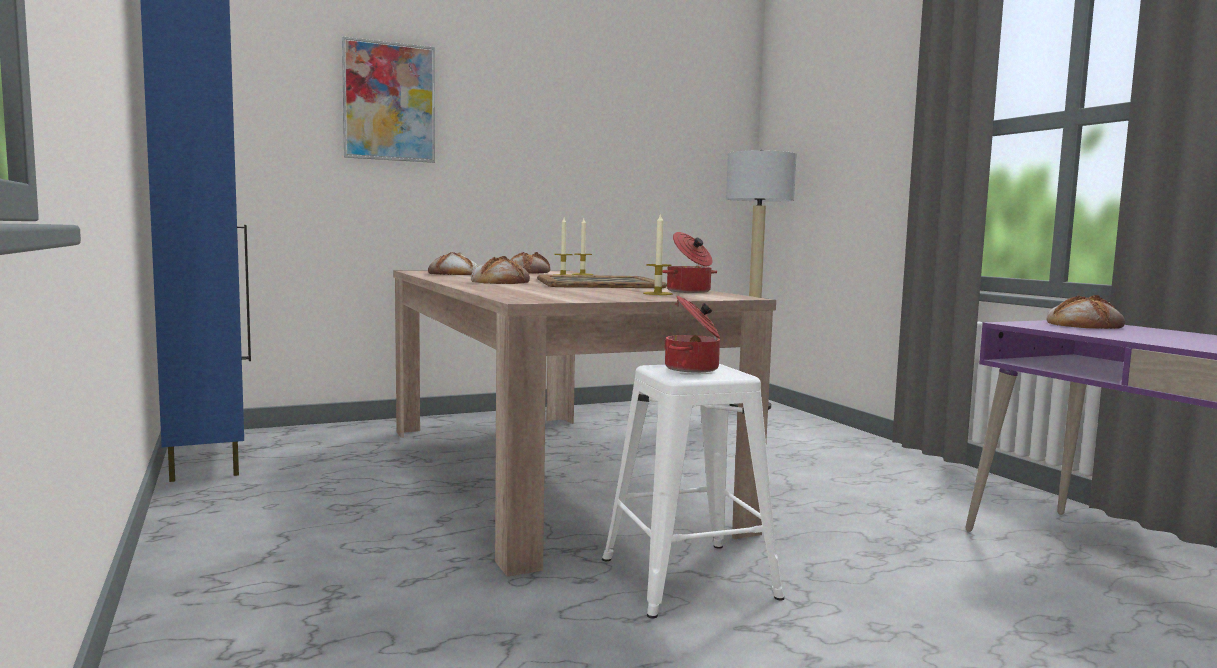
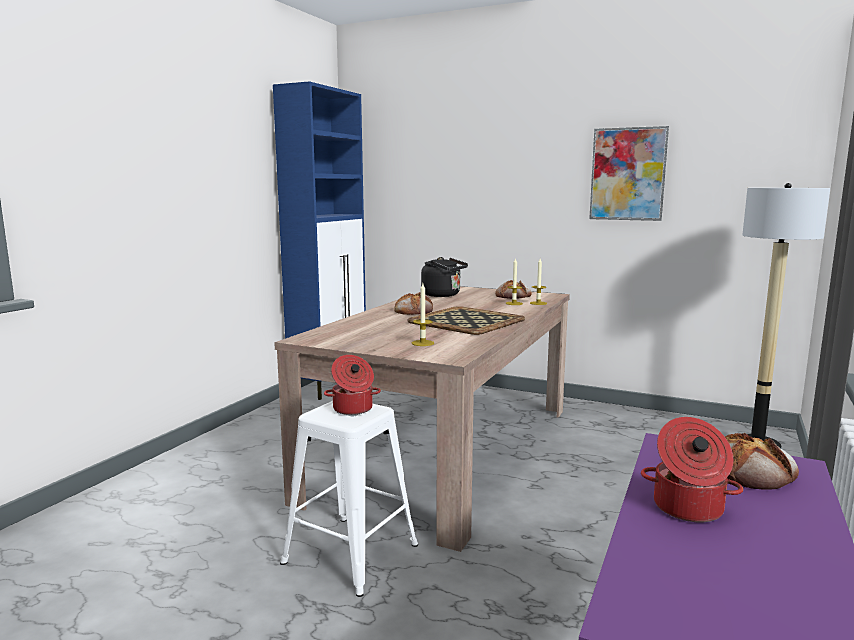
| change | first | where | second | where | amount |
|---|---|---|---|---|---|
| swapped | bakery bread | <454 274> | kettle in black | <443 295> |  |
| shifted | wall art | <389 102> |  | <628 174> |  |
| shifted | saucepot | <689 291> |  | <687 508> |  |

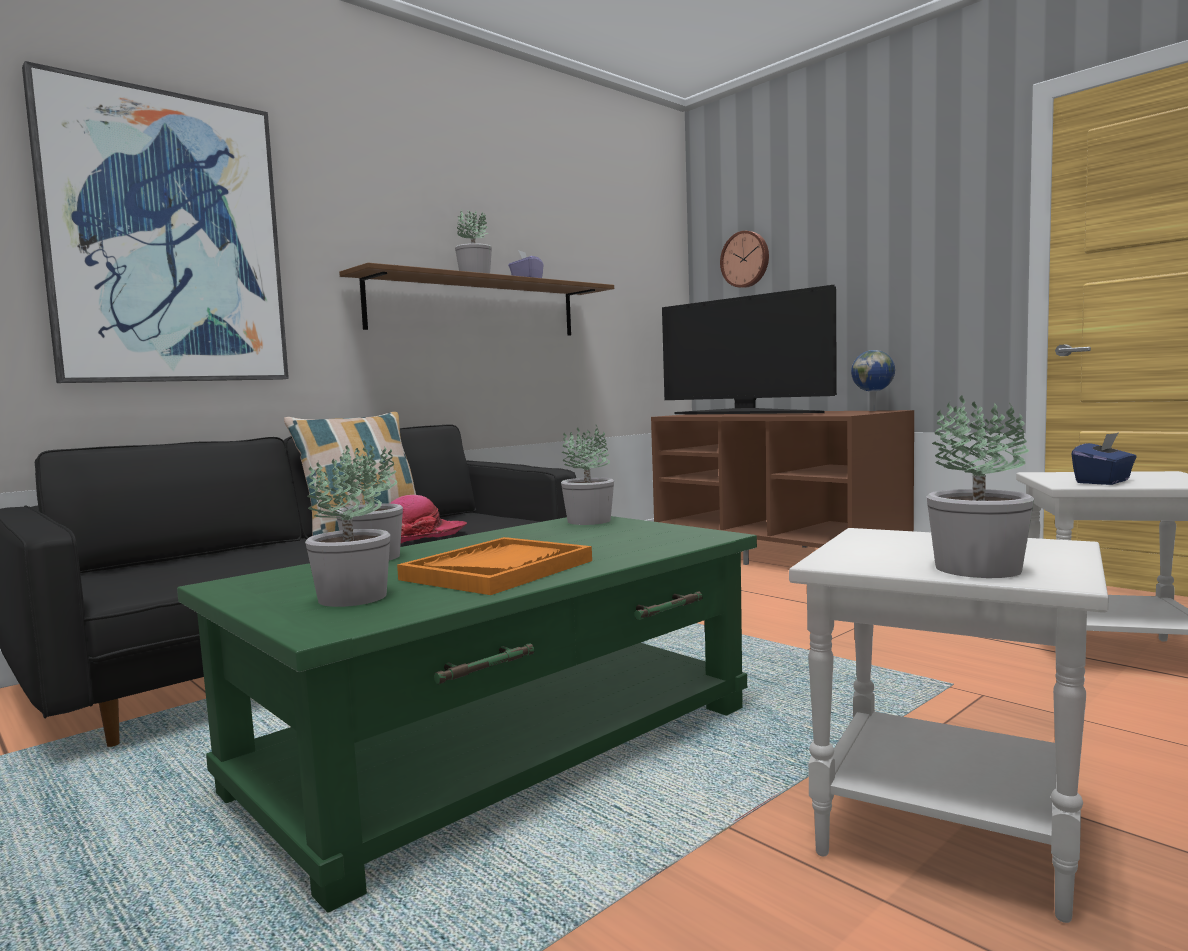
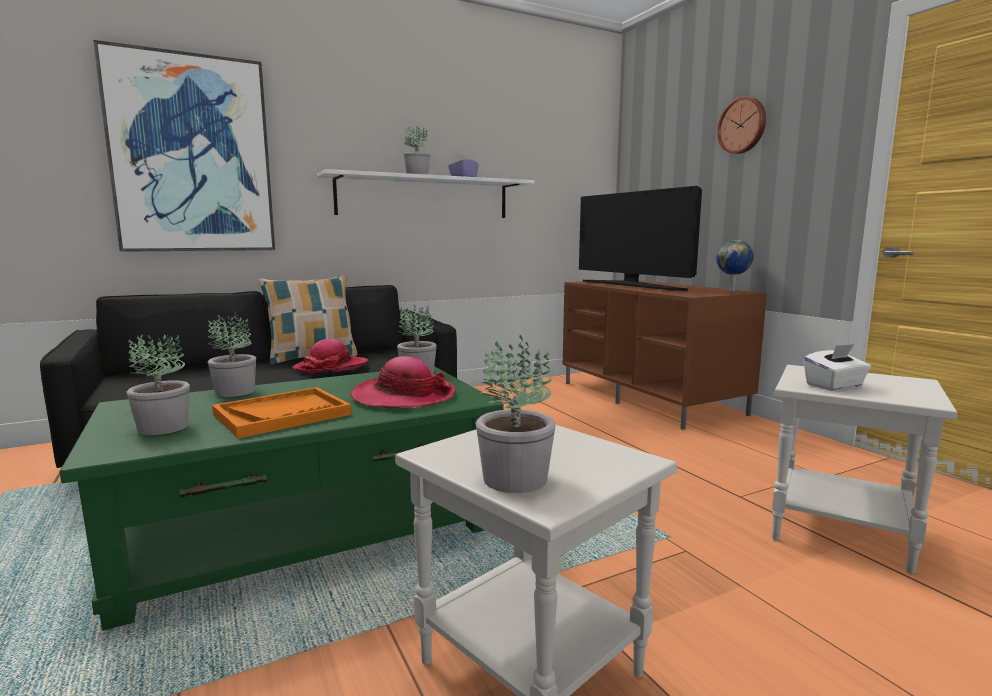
| change | first | where | second | where | amount |
|---|---|---|---|---|---|
| repainted | wall shelf in brown-coloured | <476 307> | wall shelf in whitish | <425 197> |  |
| new |  |  | hat | <404 396> |  |
| shifted | hanging clock | <746 259> |  | <743 126> |  |
| repainted | tissue holder in blue-coloured | <1103 482> | tissue holder in whitish | <834 386> |  |

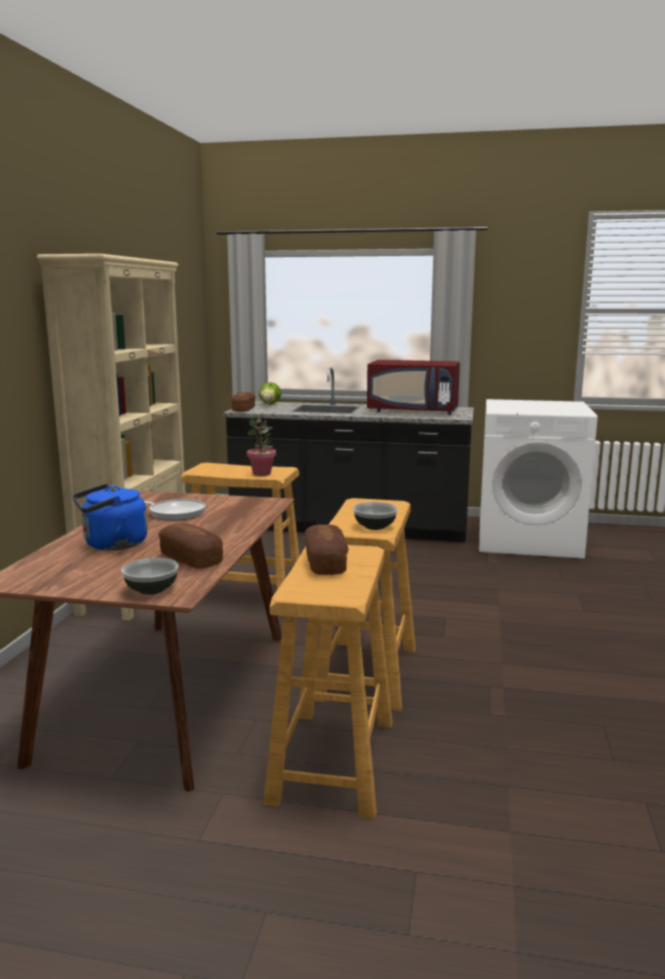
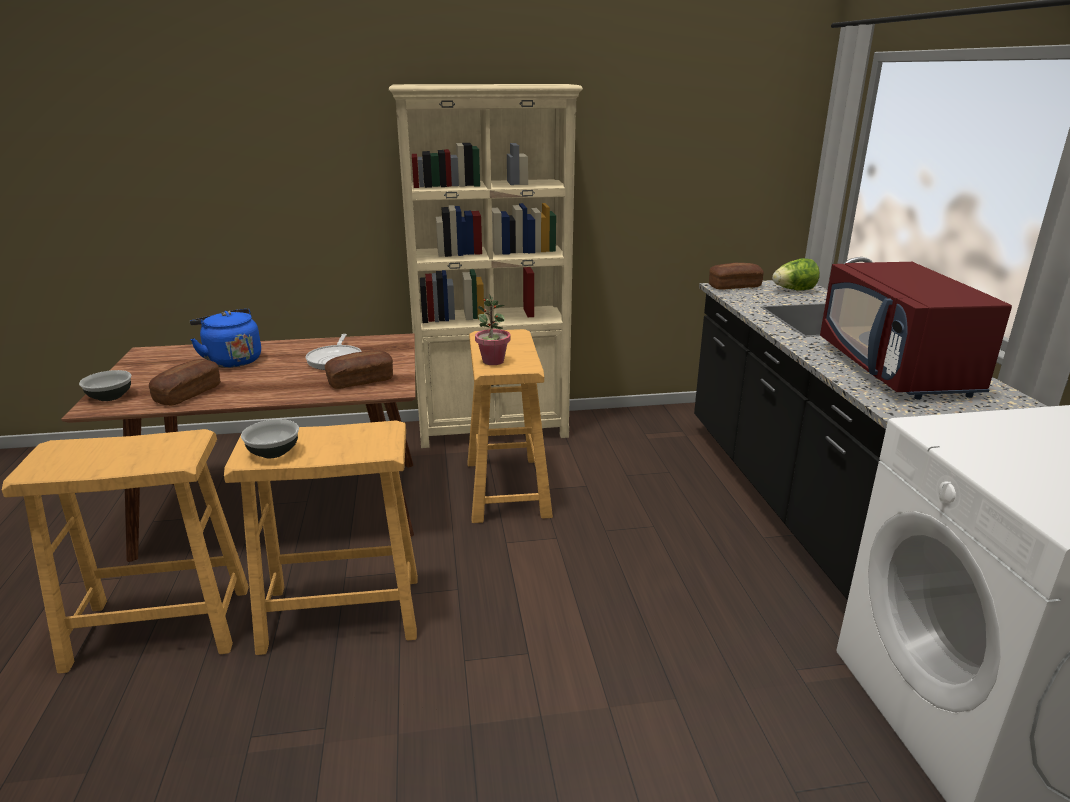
| change | first | where | second | where | amount |
|---|---|---|---|---|---|
| shifted | bakery bread | <325 563> |  | <361 381> |  |

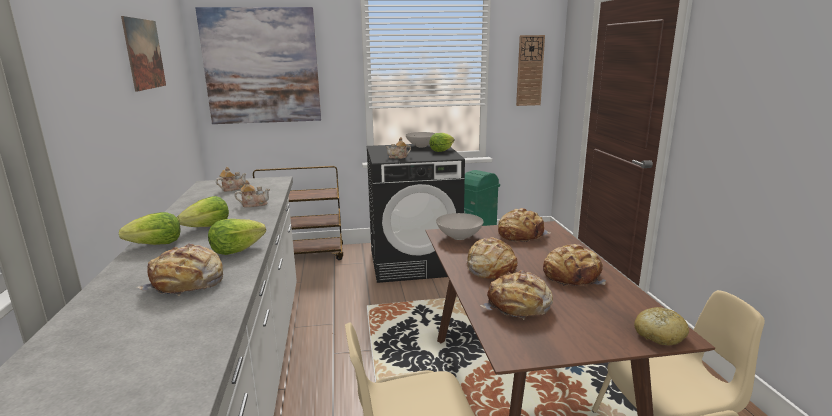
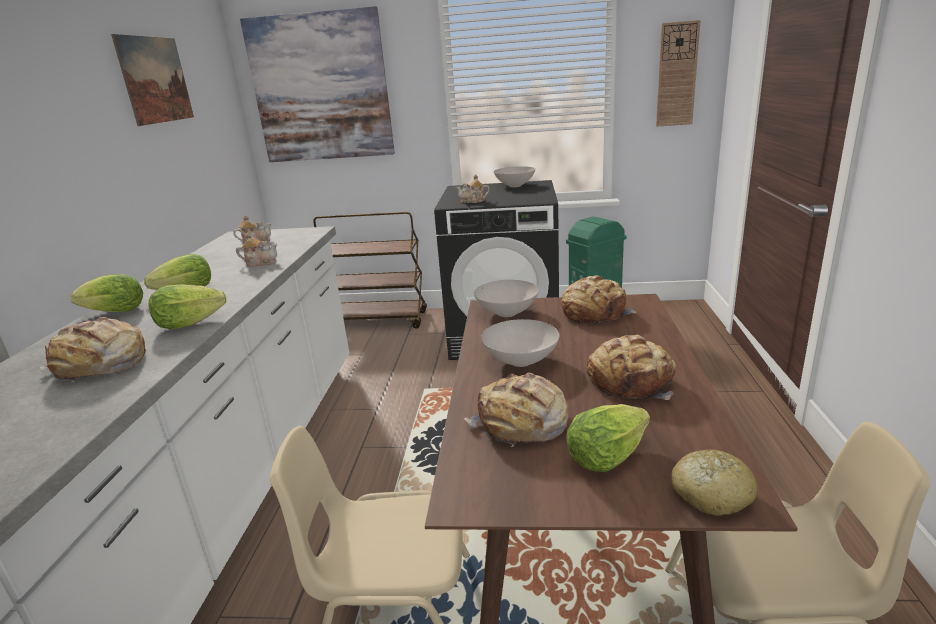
| change | first | where | second | where | amount |
|---|---|---|---|---|---|
| swapped | bakery bread | <490 268> | deep dish in whitish | <520 361> |  |
| shifted | lettuce head | <441 151> |  | <605 457> |  |

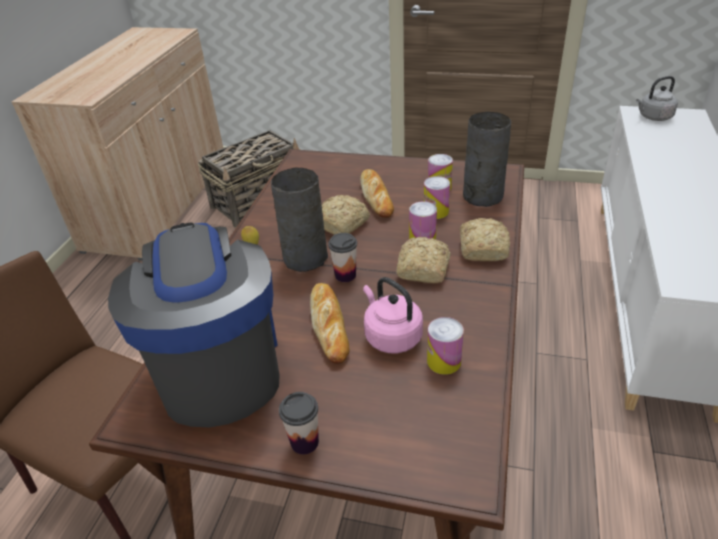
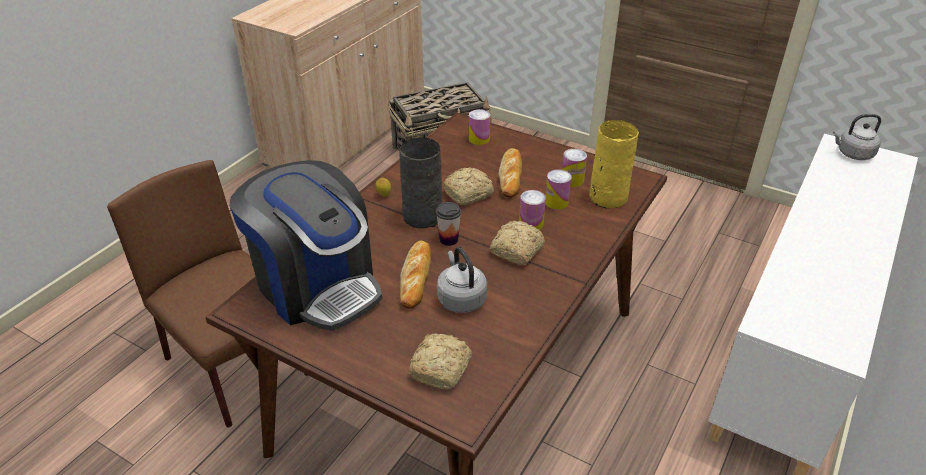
| change | first | where | second | where | amount |
|---|---|---|---|---|---|
| rotated | coffee brewer | <218 365> |  | <317 285> | 135 degrees clockwise |
| shifted | bakery bread | <484 248> |  | <442 368> |  |
| repainted | kettle in pink-coloured | <391 336> | kettle in gray | <460 298> |  |
| shifted | metal can | <444 361> |  | <479 139> |  |
| repainted | vase in gray | <481 196> | vase in yellow | <606 197> |  |
| gone | drinking cup | <304 442> |  |  |  |

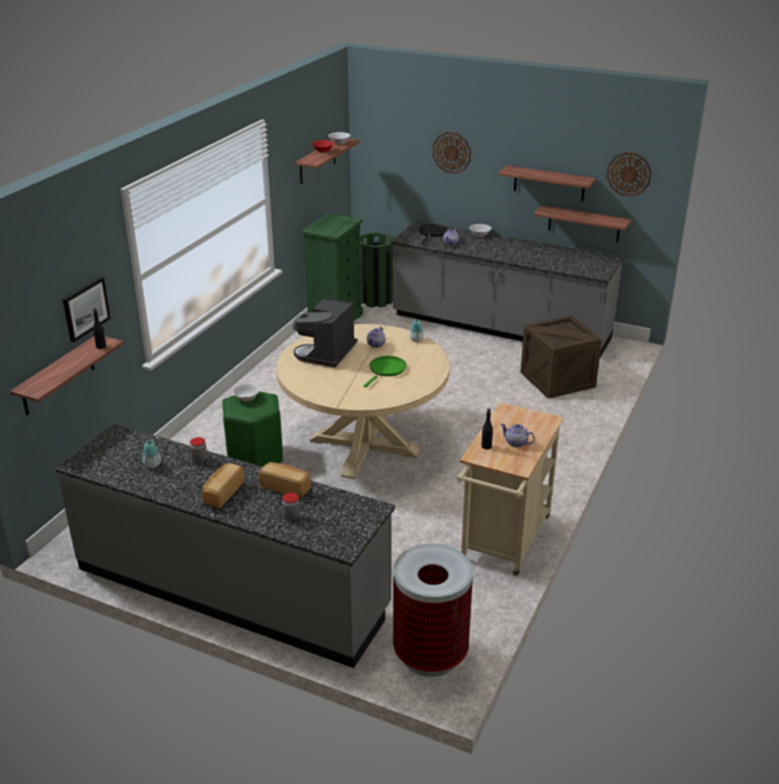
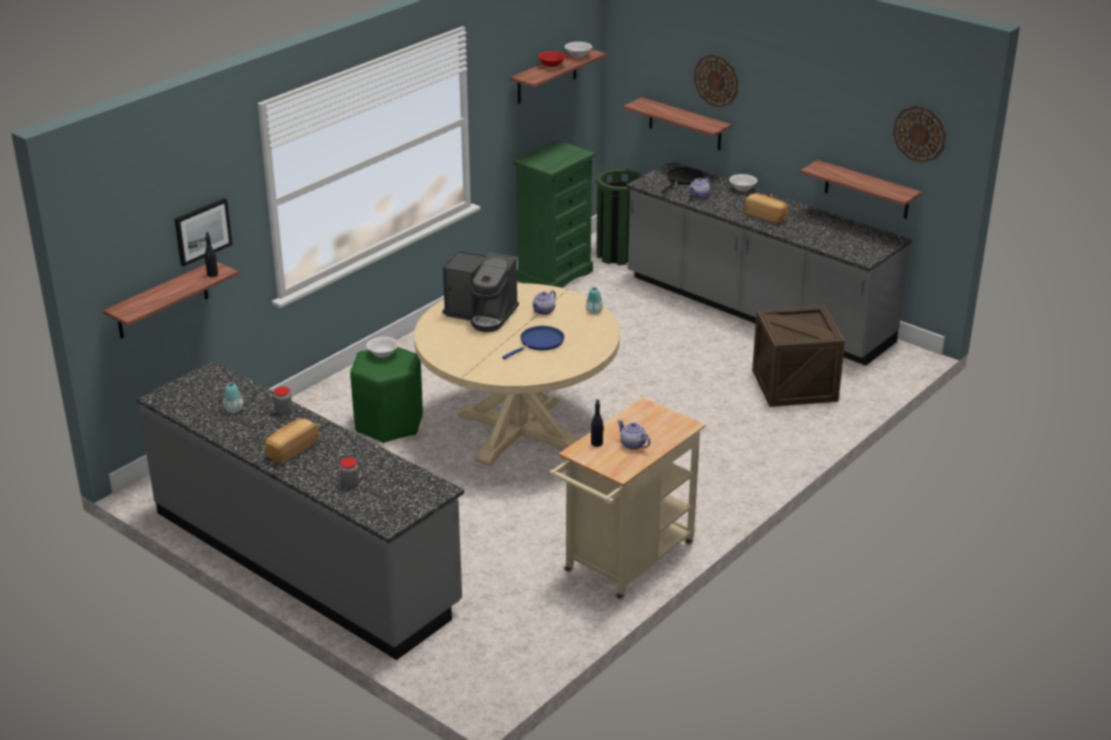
| change | first | where | second | where | amount |
|---|---|---|---|---|---|
| rotated | coffee brewer | <327 354> |  | <481 314> | 105 degrees counterclockwise |
| repainted | skillet in green | <386 370> | skillet in blue-coloured | <539 342> |  |
| shifted | wall shelf | <549 183> |  | <685 124> |  |
| shifted | bakery bread | <286 488> |  | <765 216> |  |
| gone | trash can | <430 654> |  |  |  |

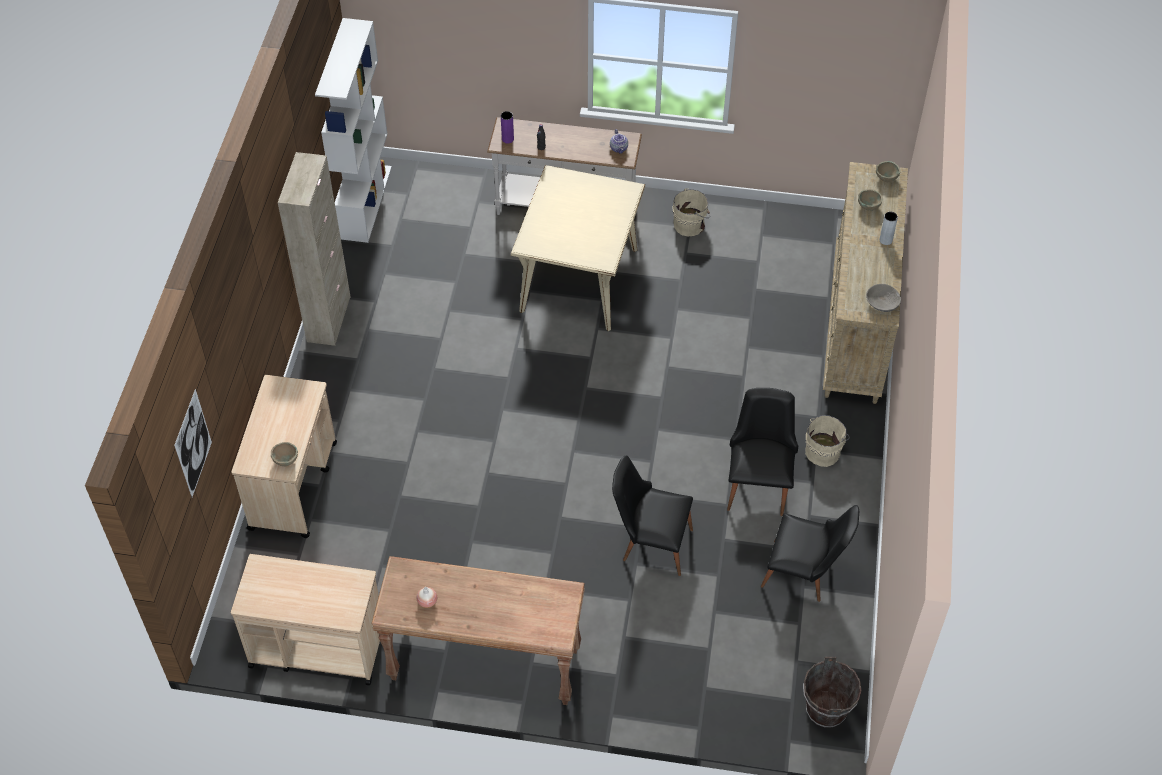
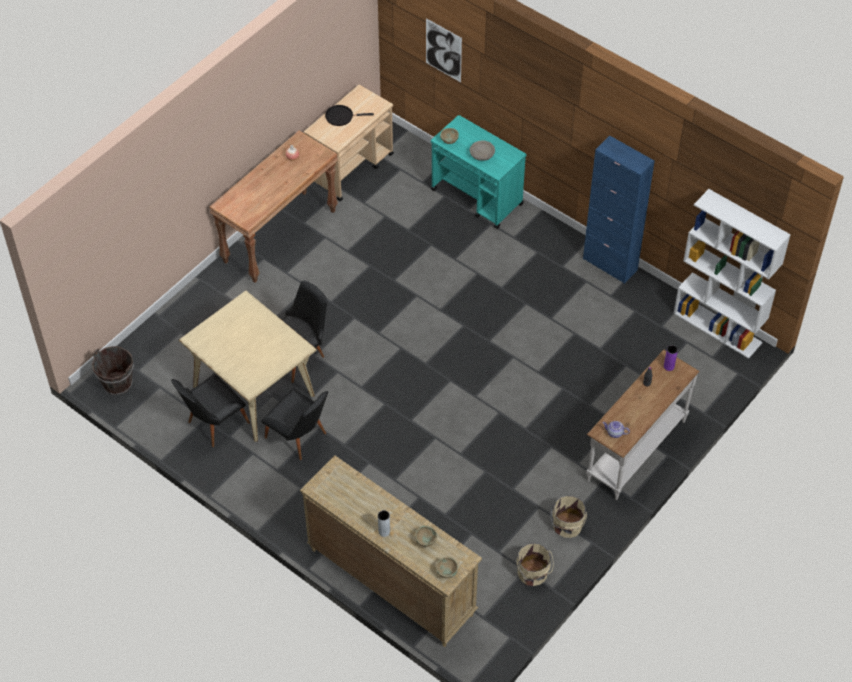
| change | first | where | second | where | amount |
|---|---|---|---|---|---|
| shifted | dinner table in beige-coloured | <579 280> |  | <253 390> |  |
| new |  |  | skillet in black | <341 117> |  |
| repainted | wheeled cart in beige-coloured | <293 485> | wheeled cart in turquoise | <477 197> |  |
| shifted | deep dish in gray | <882 303> |  | <482 155> |  |
| shifted | bucket in beige-coloured | <823 451> |  | <533 574> |  |
| repainted | storage cabinet in beige-coloured | <329 319> | storage cabinet in blue-coloured | <610 264> |  |

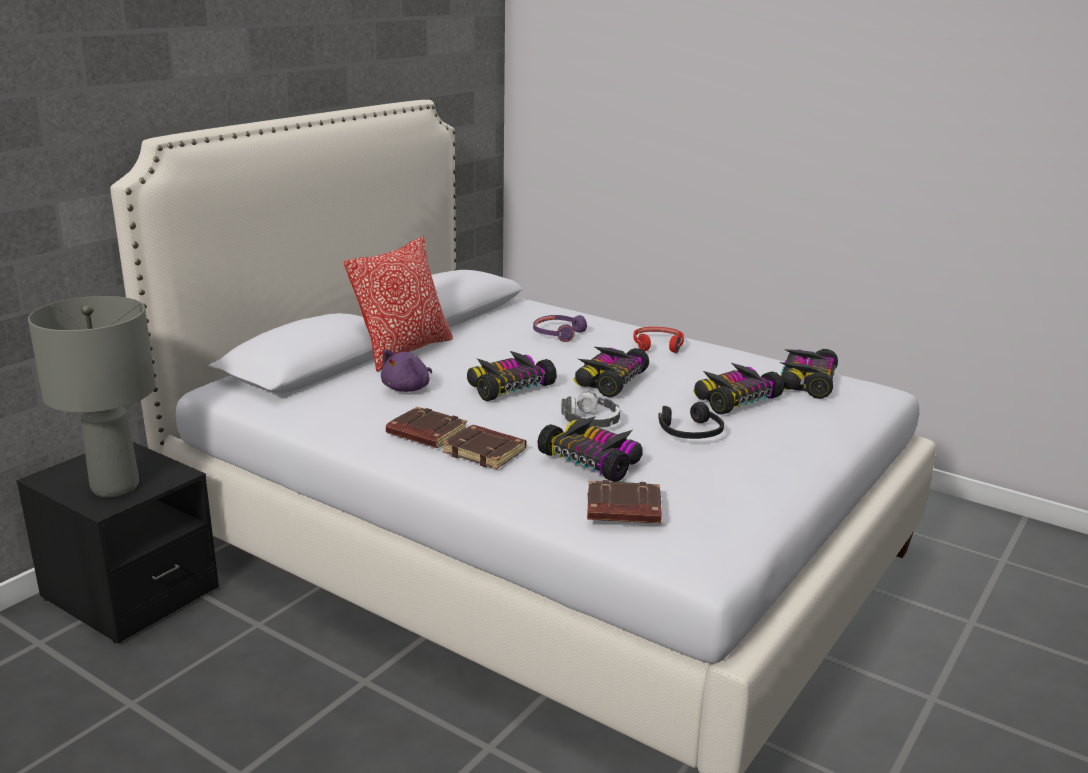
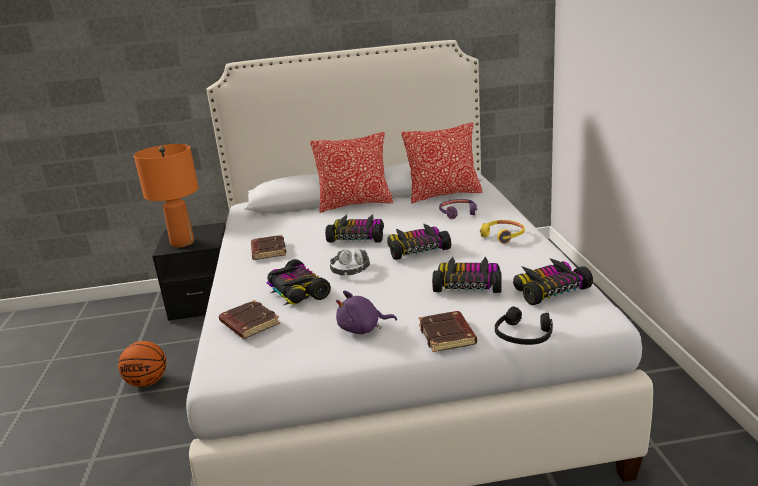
| change | first | where | second | where | amount |
|---|---|---|---|---|---|
| new |  |  | basketball ball | <147 382> |  |
| repainted | tabletop lamp in gray | <114 487> | tabletop lamp in orange-coloured | <182 243> |  |
| rotated | toy car | <592 460> |  | <297 292> | 150 degrees clockwise |
| shifted | soft toy in purple | <408 388> |  | <362 329> |  |
| new |  |  | pillow | <444 195> |  |
| shifted | book in brown-coloured | <486 452> |  | <448 336> |  |
| repainted | pair of headphones in red-coloured | <658 345> | pair of headphones in yellow | <503 235> |  |
| shifted | pair of headphones in black | <690 432> |  | <523 335> |  |

